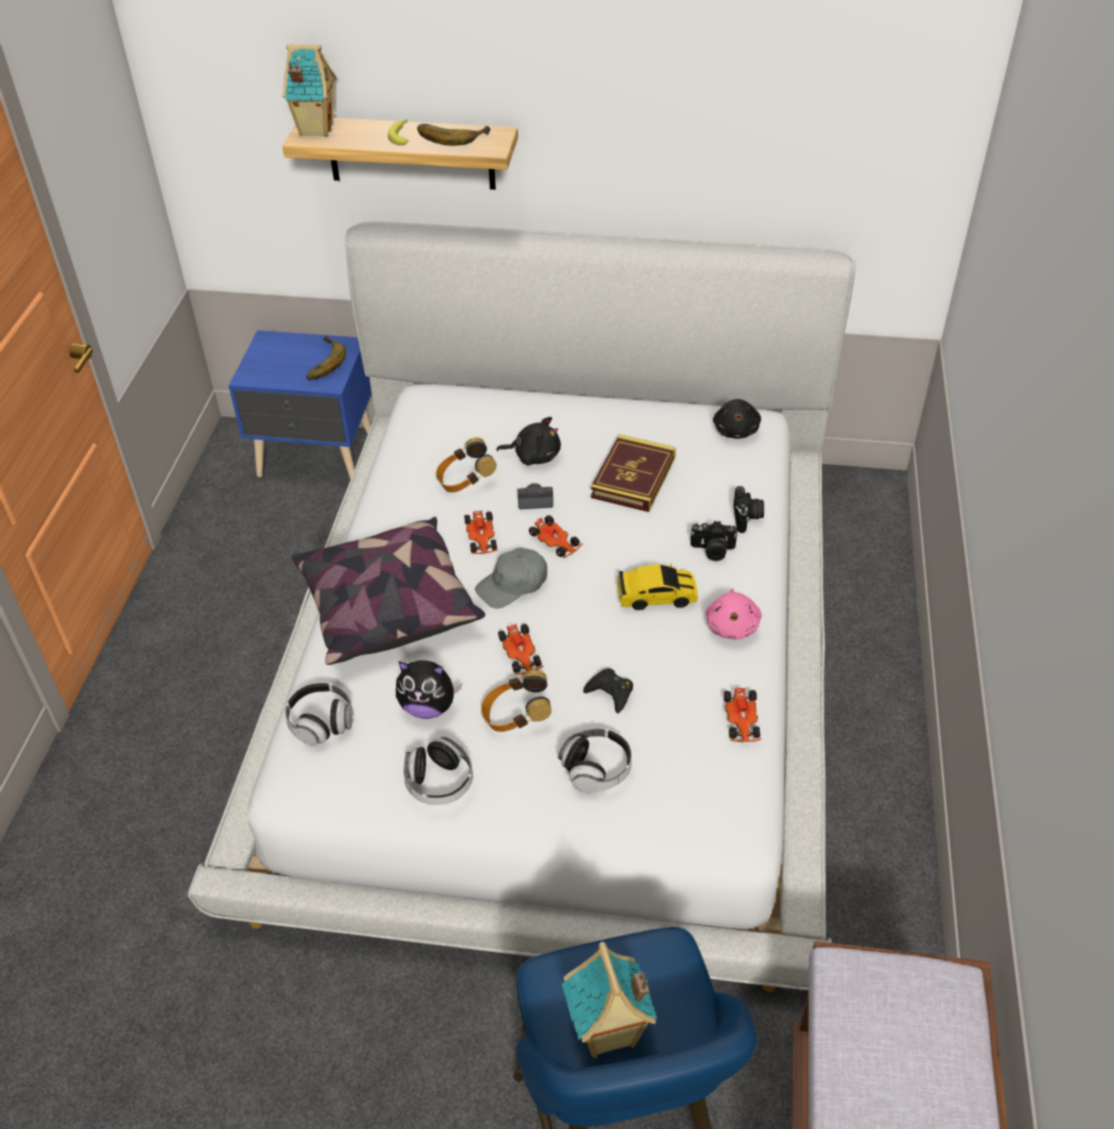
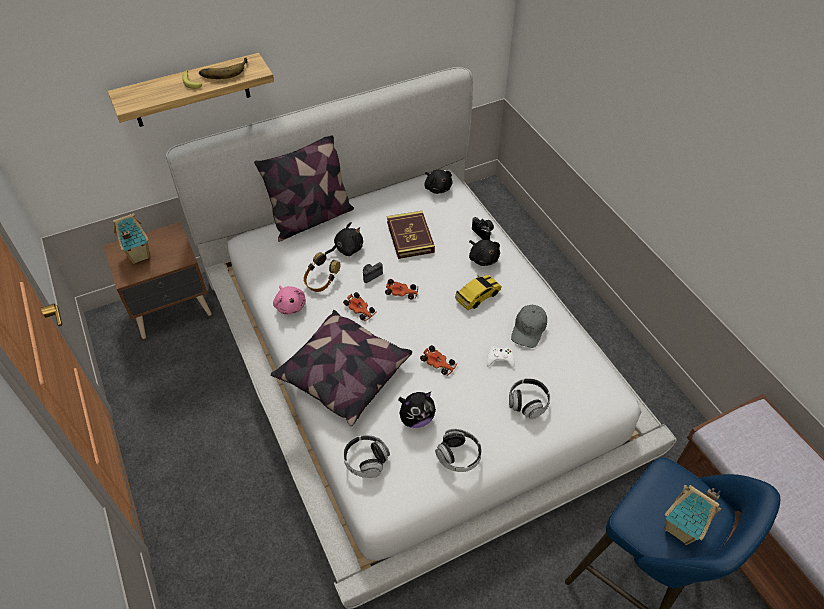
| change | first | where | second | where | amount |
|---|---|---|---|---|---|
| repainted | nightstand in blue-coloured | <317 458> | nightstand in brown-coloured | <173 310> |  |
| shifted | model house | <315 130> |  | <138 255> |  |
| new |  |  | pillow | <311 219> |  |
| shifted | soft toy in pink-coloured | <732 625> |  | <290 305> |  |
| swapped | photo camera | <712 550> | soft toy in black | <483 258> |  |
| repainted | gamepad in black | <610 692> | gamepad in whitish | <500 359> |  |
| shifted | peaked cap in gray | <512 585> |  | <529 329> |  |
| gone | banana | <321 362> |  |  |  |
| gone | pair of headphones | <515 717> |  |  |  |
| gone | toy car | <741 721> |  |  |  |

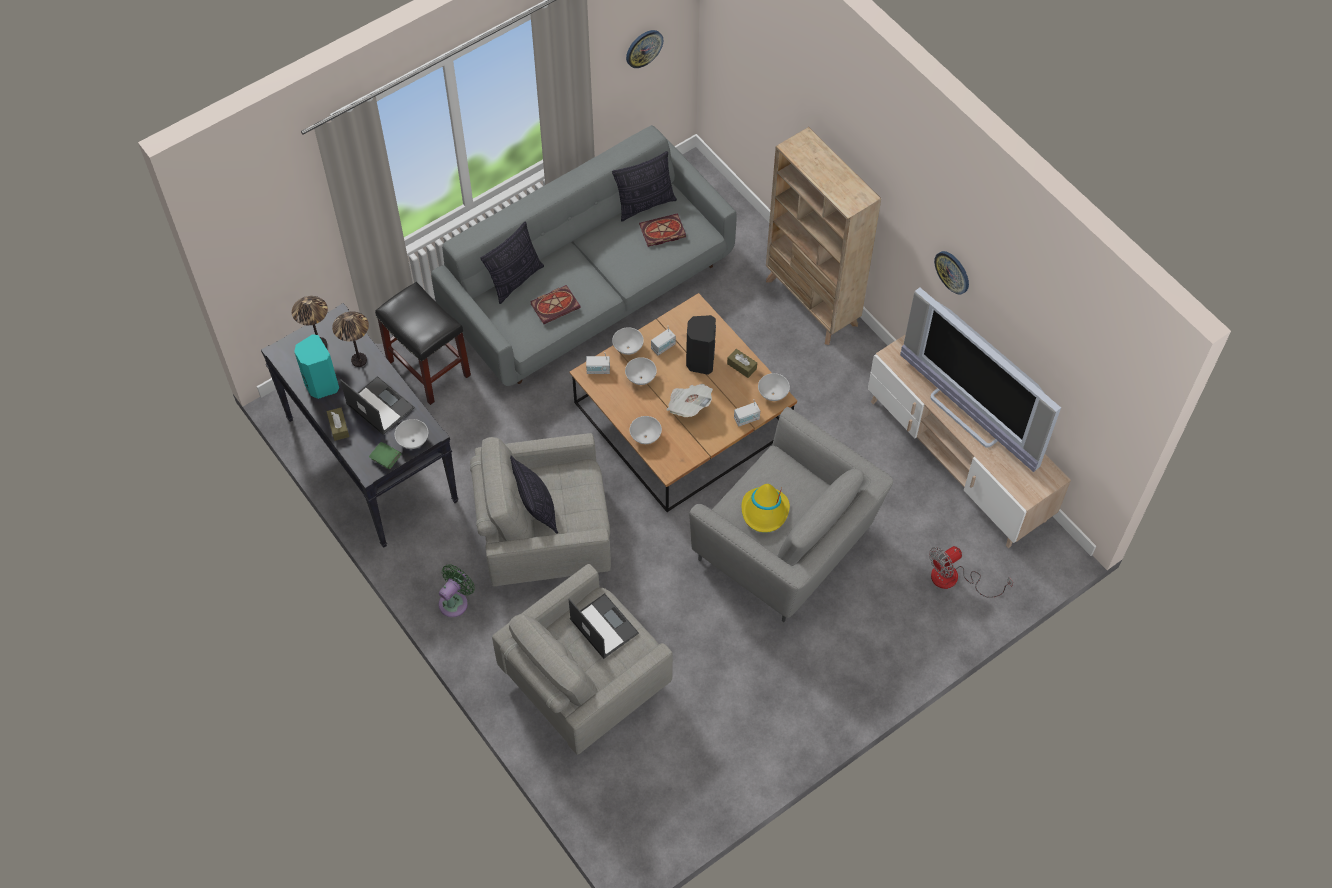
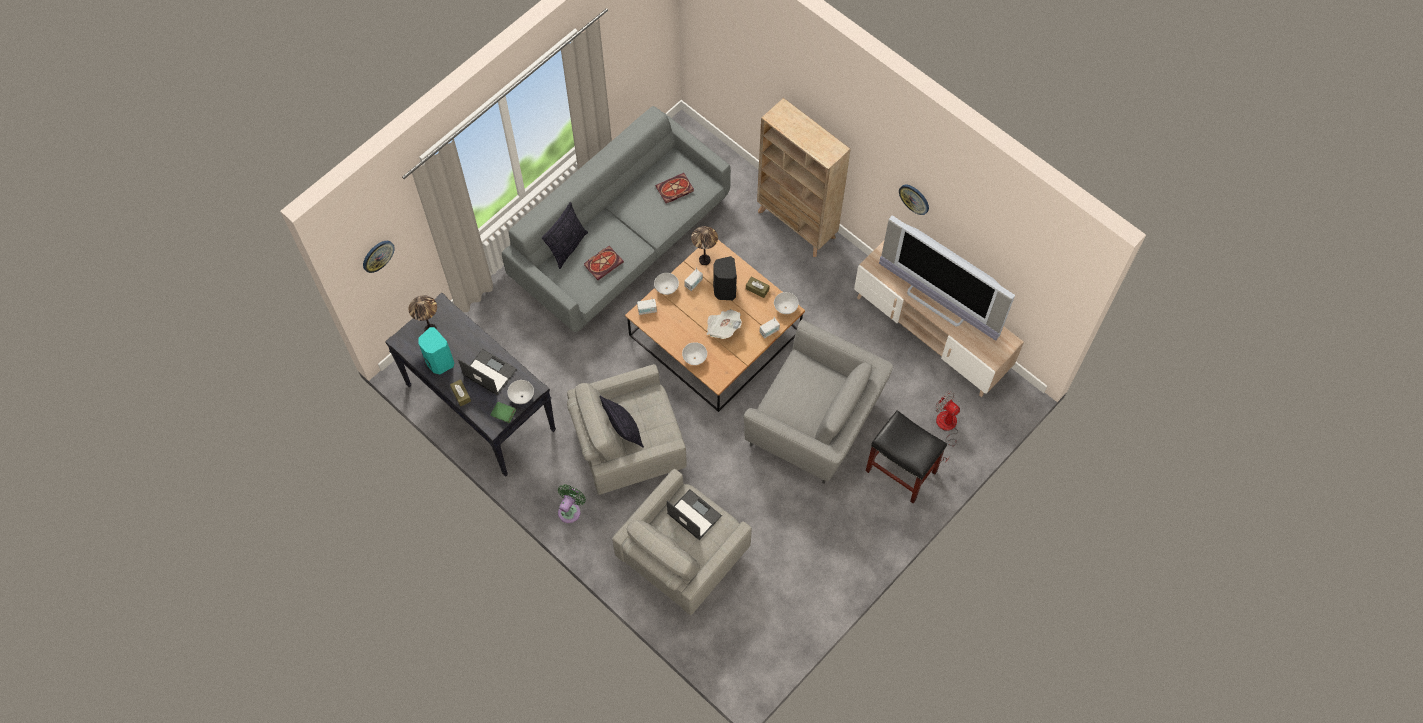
| change | first | where | second | where | amount |
|---|---|---|---|---|---|
| shifted | hanging clock | <643 48> |  | <377 255> |  |
| shifted | tabletop lamp | <359 361> |  | <705 260> |  |
| shifted | stool seat in black | <429 368> |  | <902 471> |  |
| rotated | fan | <954 579> |  | <945 428> | 90 degrees clockwise |
| gone | pillow | <645 204> |  |  |  |
| gone | deep dish in whitish | <640 378> |  |  |  |
| gone | hat in yellow | <765 511> |  |  |  |

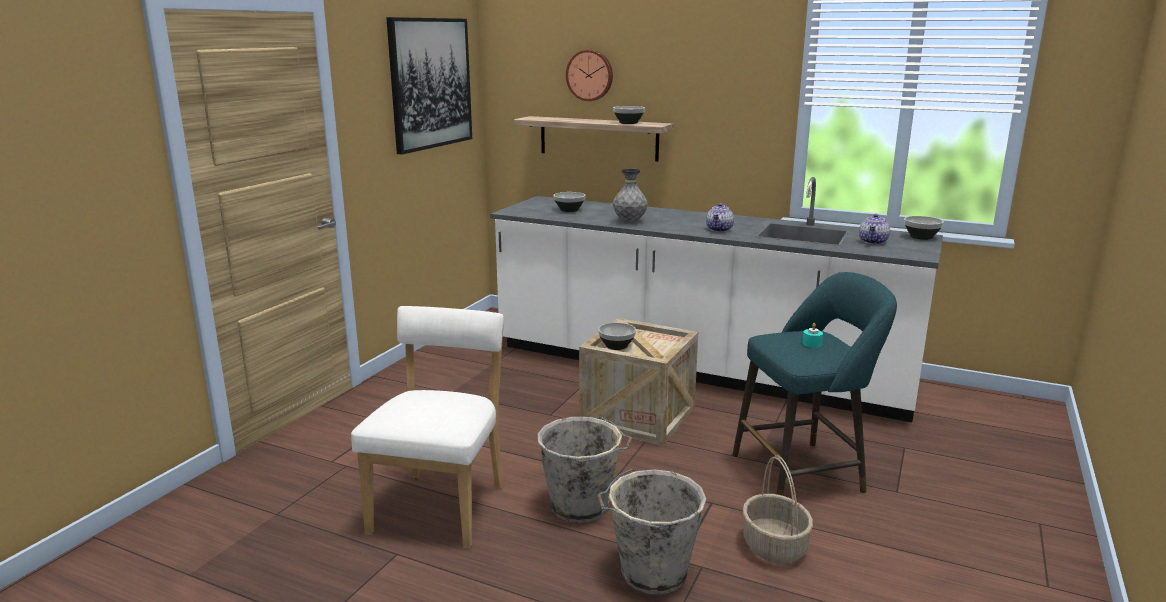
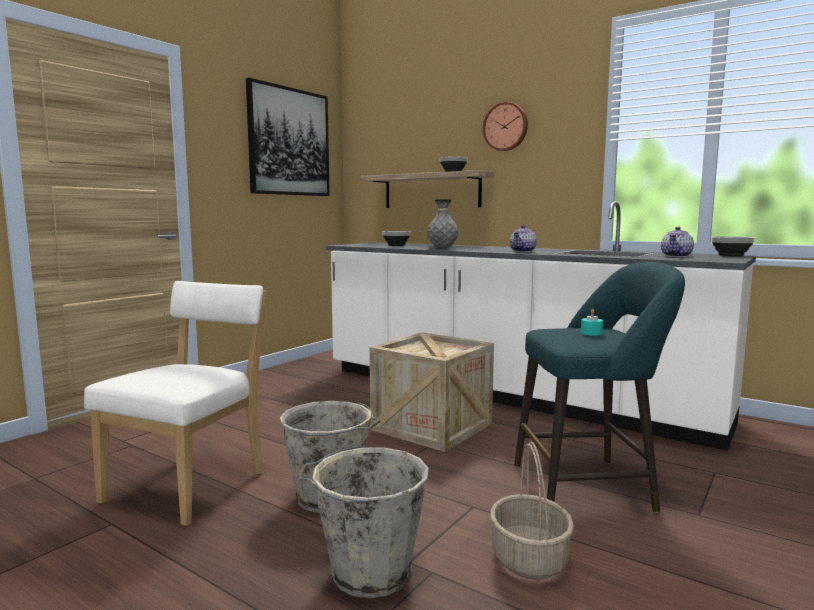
| change | first | where | second | where | amount |
|---|---|---|---|---|---|
| shifted | hanging clock | <590 75> |  | <506 127> |  |
| gone | deep dish | <617 346> |  |  |  |

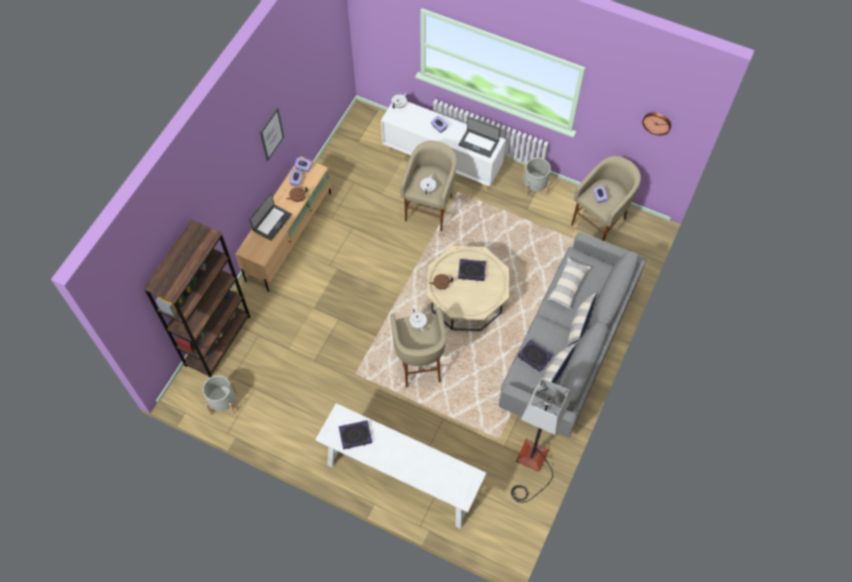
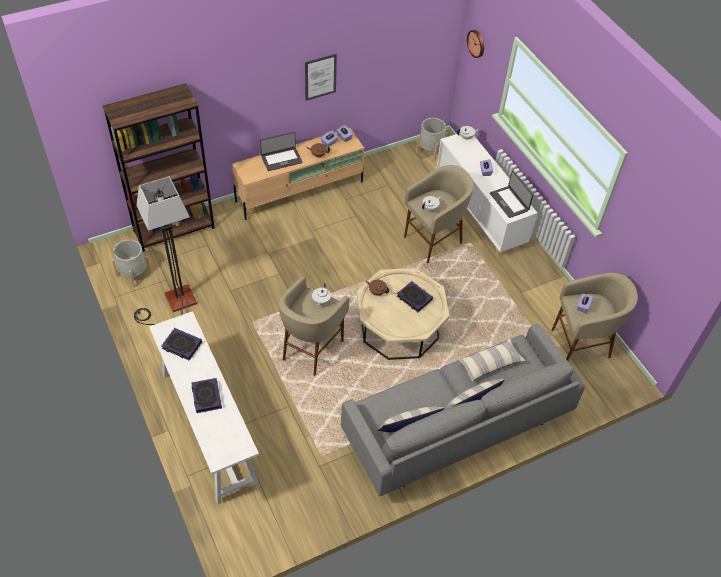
| change | first | where | second | where | amount |
|---|---|---|---|---|---|
| shifted | standing lamp | <531 465> |  | <173 304> |  |
| shifted | book | <534 357> |  | <206 397> |  |
| shifted | plant pot in gray | <534 187> |  | <430 150> |  |
| shifted | hanging clock | <657 122> |  | <476 43> |  |

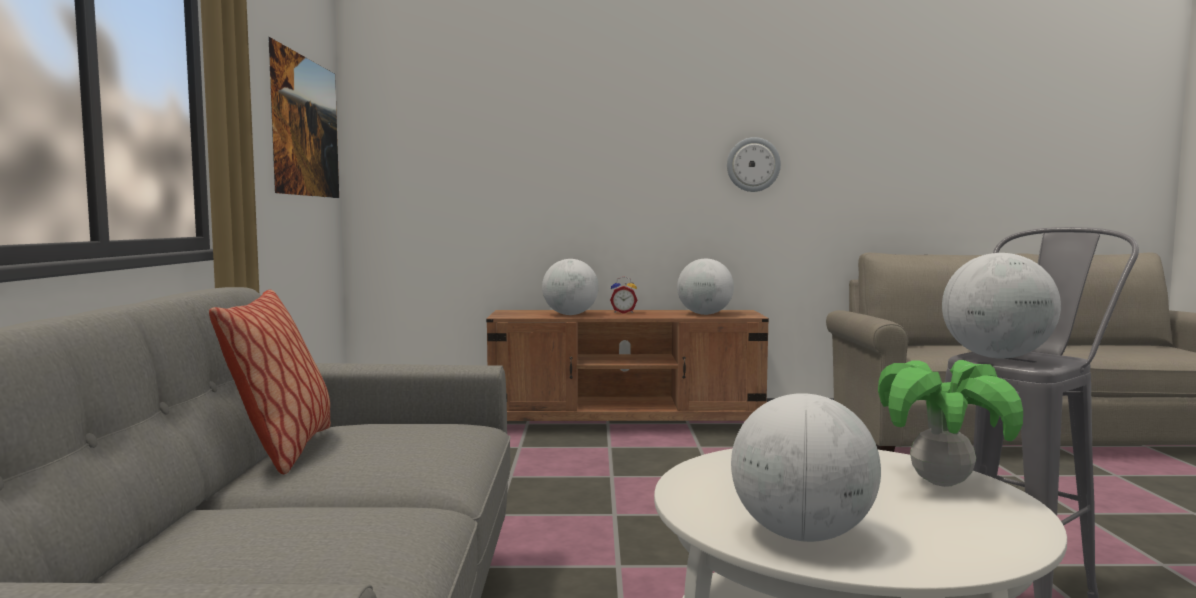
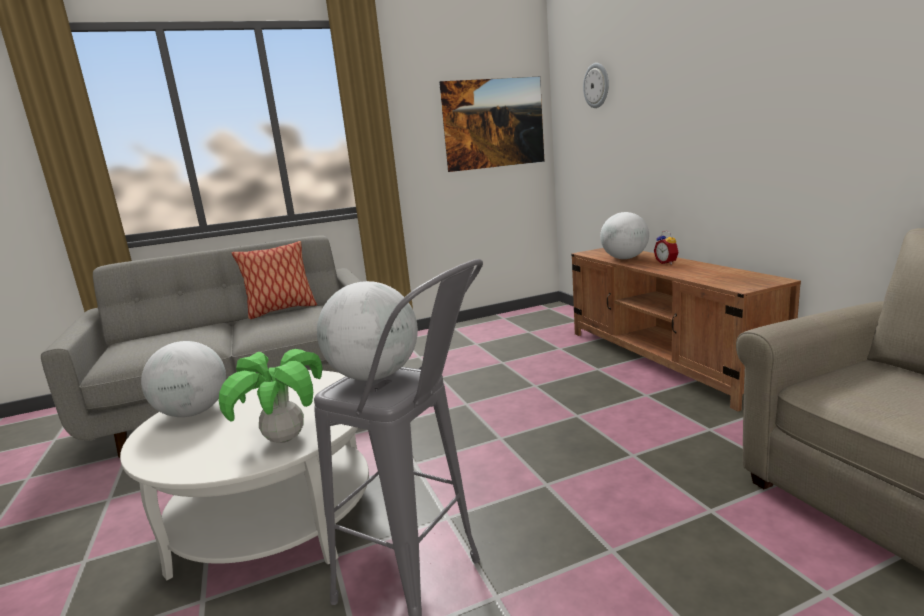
| change | first | where | second | where | amount |
|---|---|---|---|---|---|
| shifted | hanging clock | <753 164> |  | <596 85> |  |
| gone | desk globe | <704 314> |  |  |  |

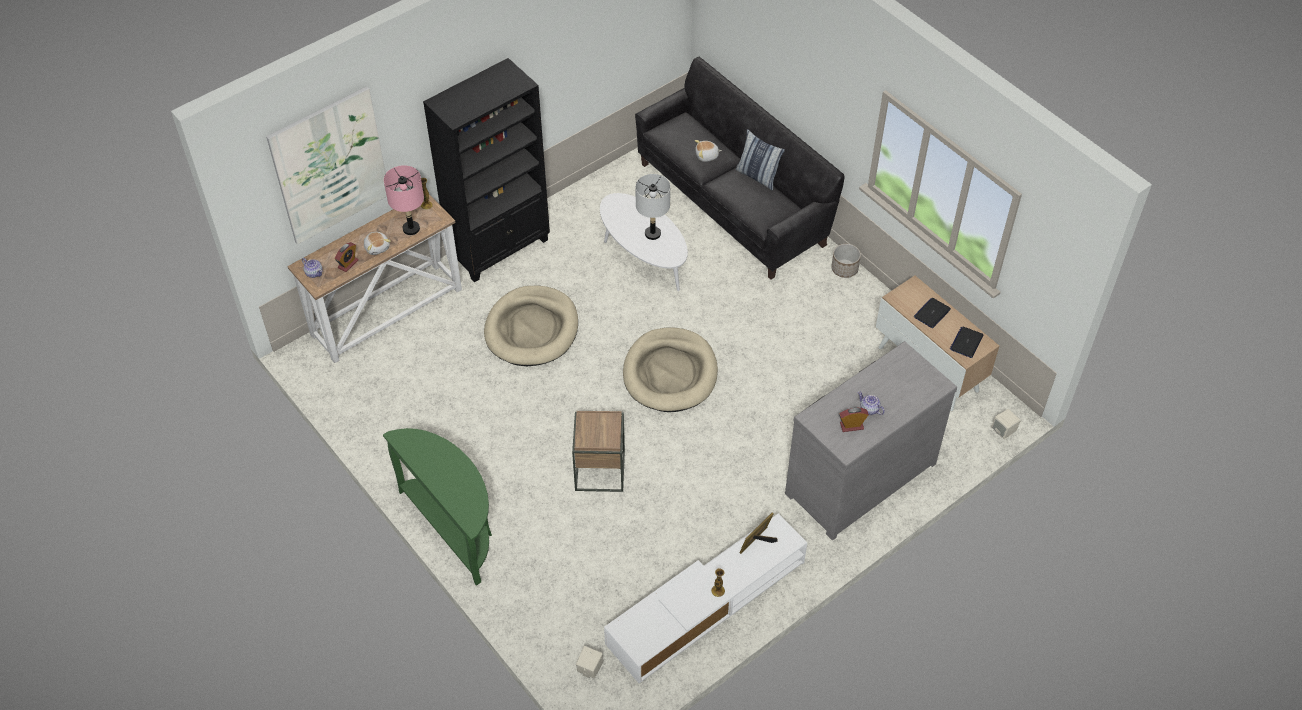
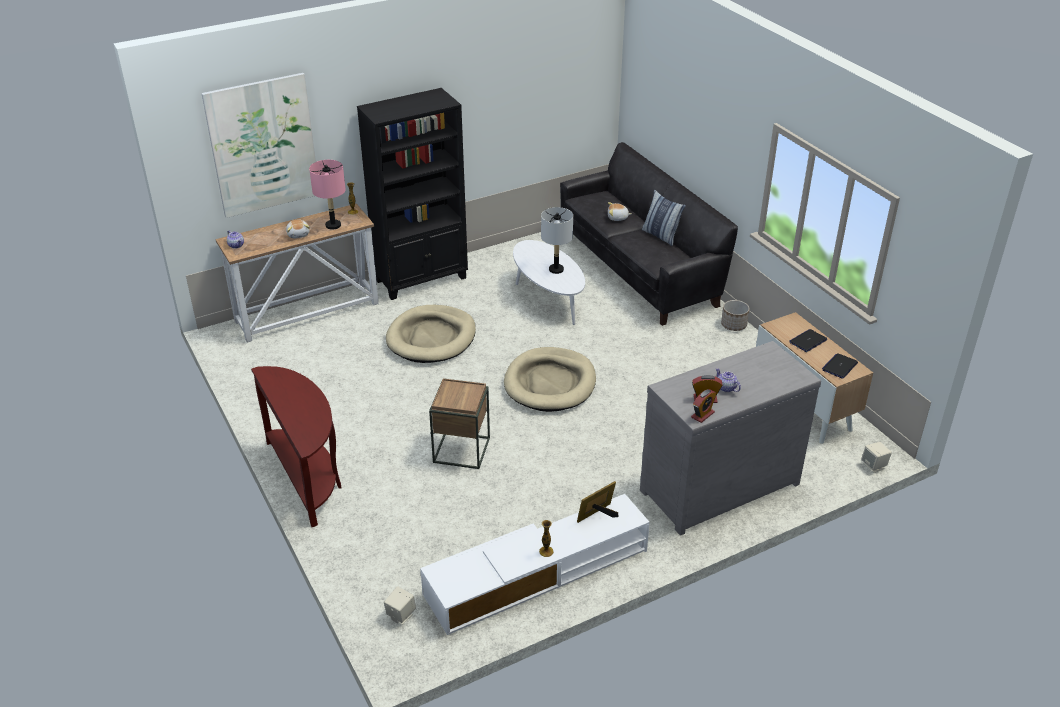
| change | first | where | second | where | amount |
|---|---|---|---|---|---|
| repainted | narrow table in green | <454 527> | narrow table in brown-coloured | <308 477> |  |
| shifted | bedside clock | <348 264> |  | <702 415> |  |

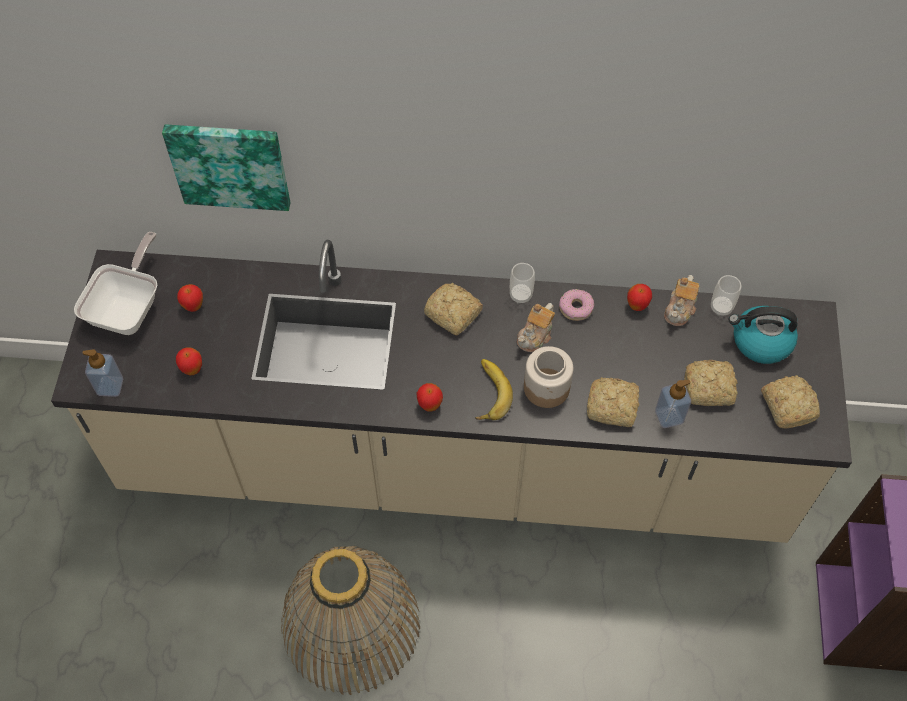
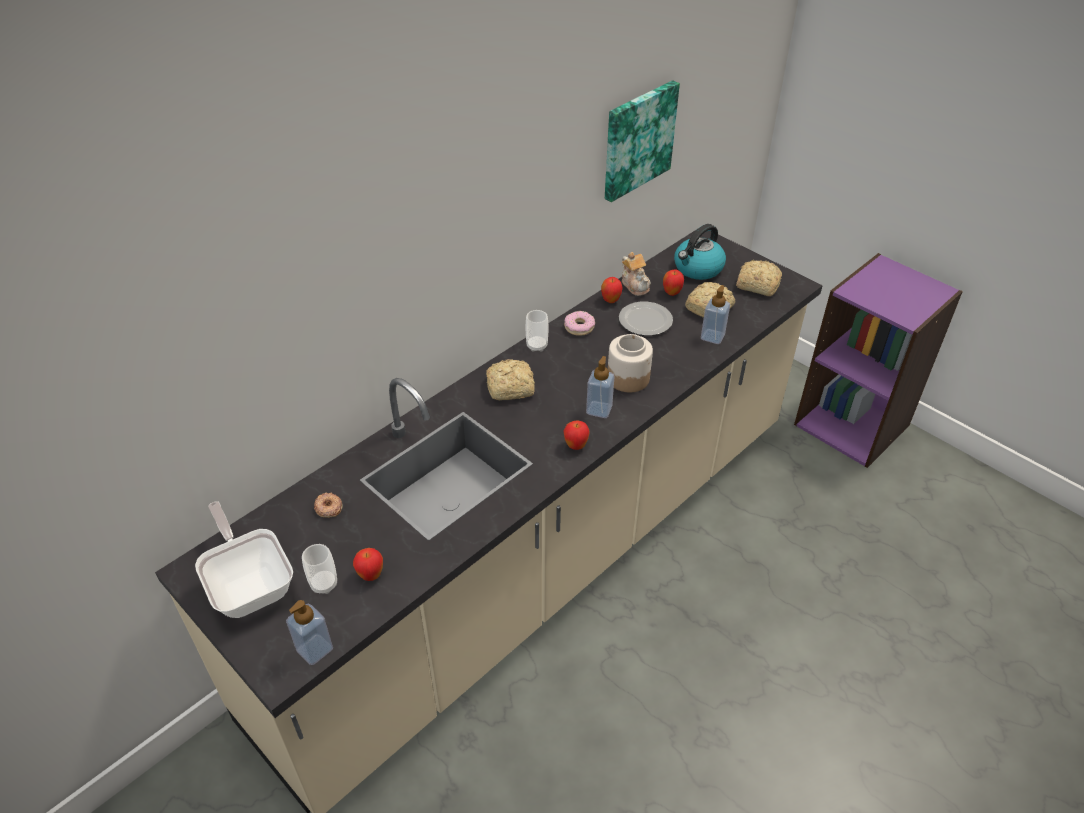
| change | first | where | second | where | amount |
|---|---|---|---|---|---|
| shifted | drinking cup | <721 307> |  | <324 584> |  |
| new |  |  | ring doughnut | <328 507> |  |
| swapped | banana | <487 393> | soap dispenser | <599 410> |  |
| shifted | wall art | <230 164> |  | <637 139> |  |
| new |  |  | dinner plate | <644 321> |  |
| shifted | whole apple | <193 306> |  | <672 293> |  |
| gone | storage basket | <351 625> |  |  |  |
| gone | pot for tea | <535 336> |  |  |  |
| gone | bakery bread | <613 408> |  |  |  |

